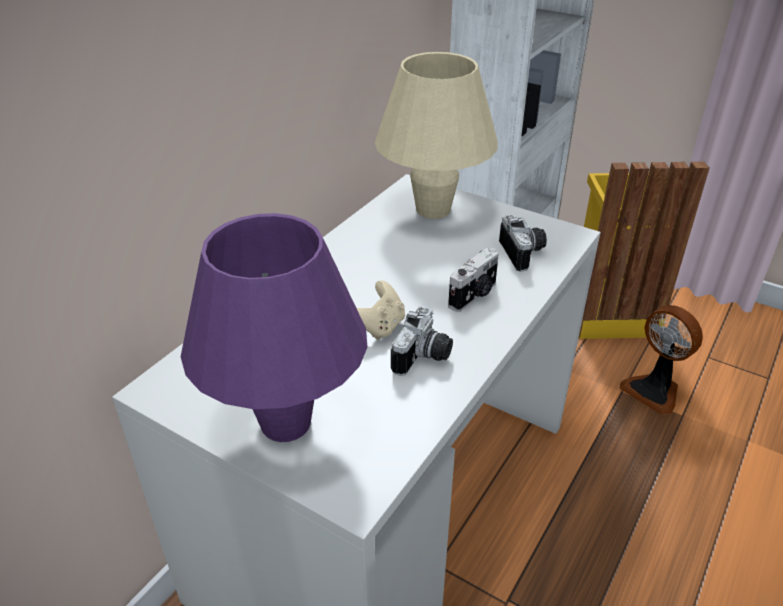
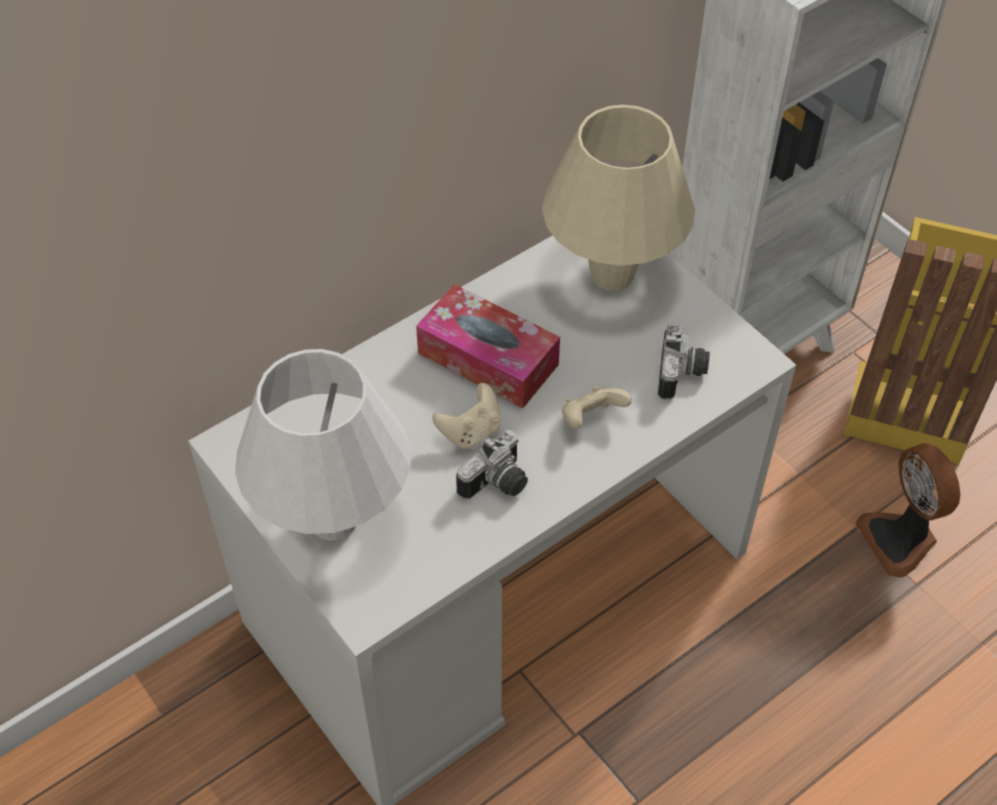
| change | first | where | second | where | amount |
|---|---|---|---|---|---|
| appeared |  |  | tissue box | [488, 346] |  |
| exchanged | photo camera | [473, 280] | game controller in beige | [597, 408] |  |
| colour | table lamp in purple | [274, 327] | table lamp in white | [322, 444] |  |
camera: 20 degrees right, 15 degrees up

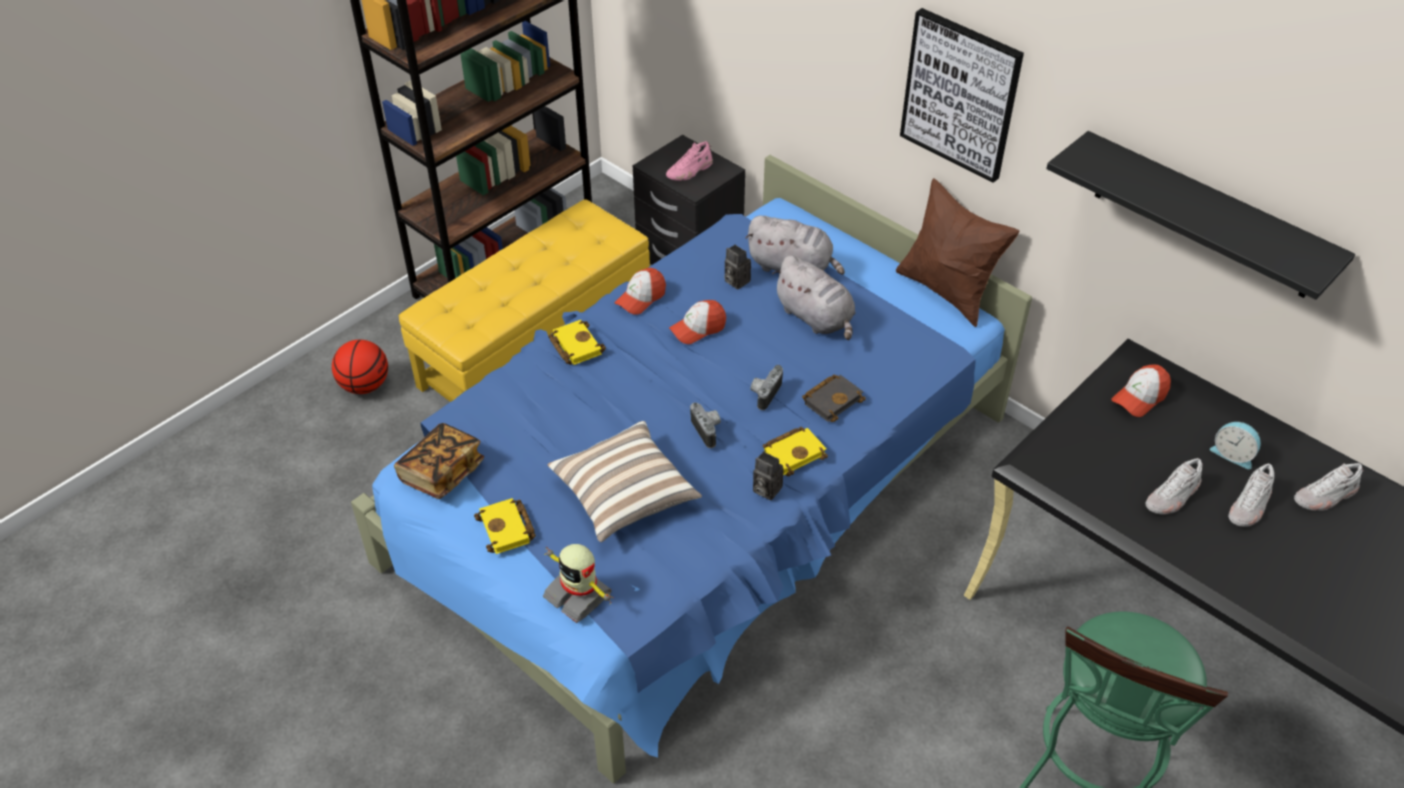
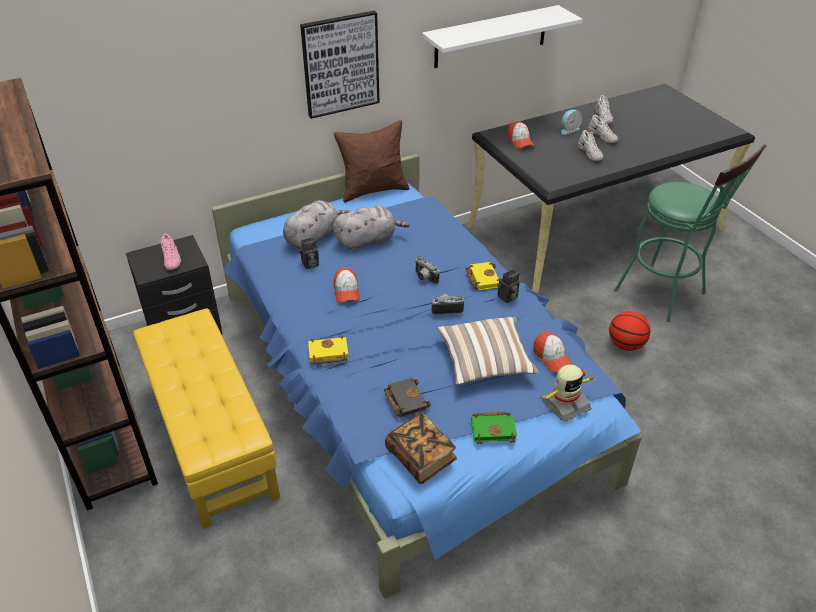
| change | first | where | second | where | amount |
|---|---|---|---|---|---|
| relocated | basketball | [360, 367] |  | [629, 331] |  |
| relocated | cap | [640, 291] |  | [553, 352] |  |
| relocated | book in black | [834, 398] |  | [407, 397] |  |
| colour | book in yellow | [505, 526] | book in green | [494, 428] |  |
| colour | shelf in black | [1200, 215] | shelf in white | [502, 36] |  |
camera: 70 degrees left, 5 degrees down

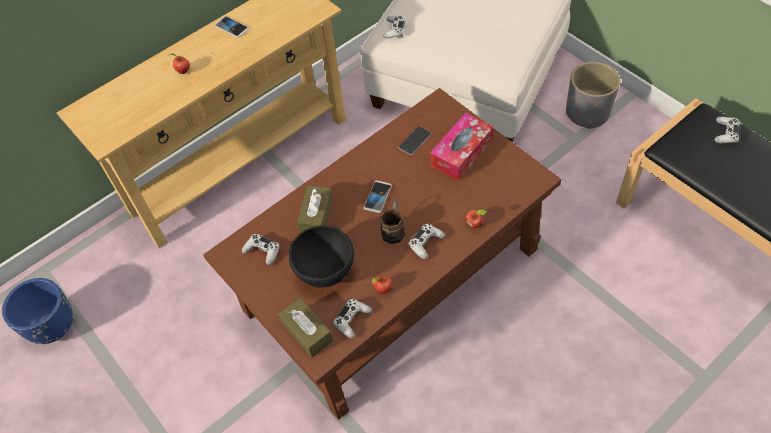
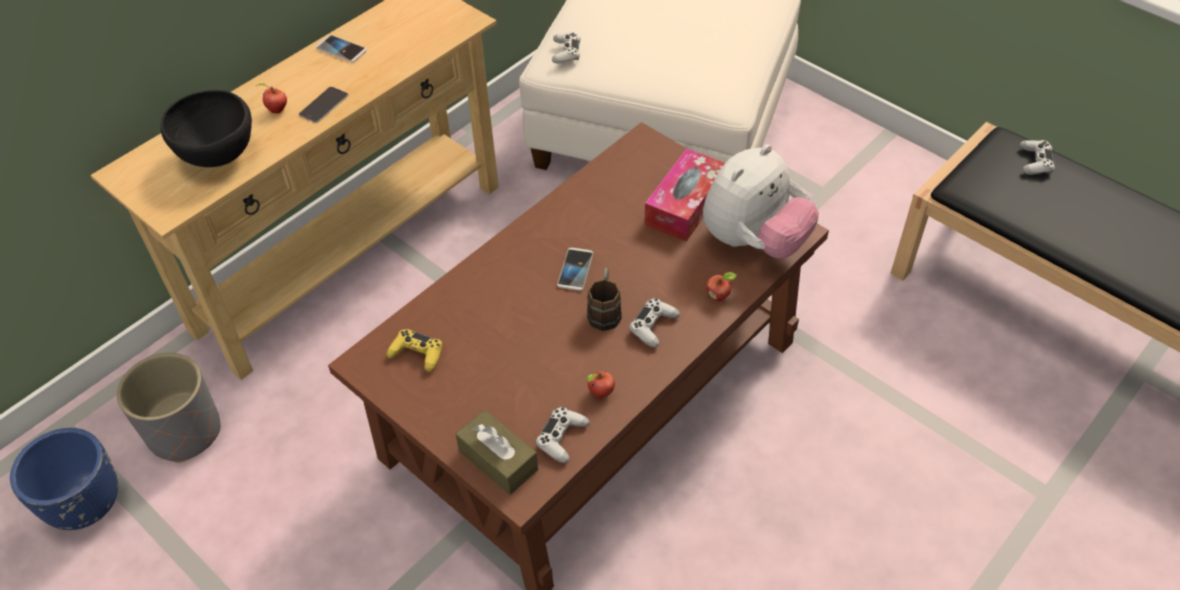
| change | first | where | second | where | amount |
|---|---|---|---|---|---|
| missing | tissue box in brown | [315, 209] |  |  |  |
| appeared |  |  | plush toy | [761, 201] |  |
| relocated | bowl in black | [321, 256] |  | [206, 128] |  |
| relocated | phone | [415, 140] |  | [323, 105] |  |
| relocated | planter in grey | [593, 95] |  | [169, 408] |  |
| colour | game controller in white | [261, 249] | game controller in yellow | [414, 350] |  |
camera: 10 degrees left, 5 degrees down

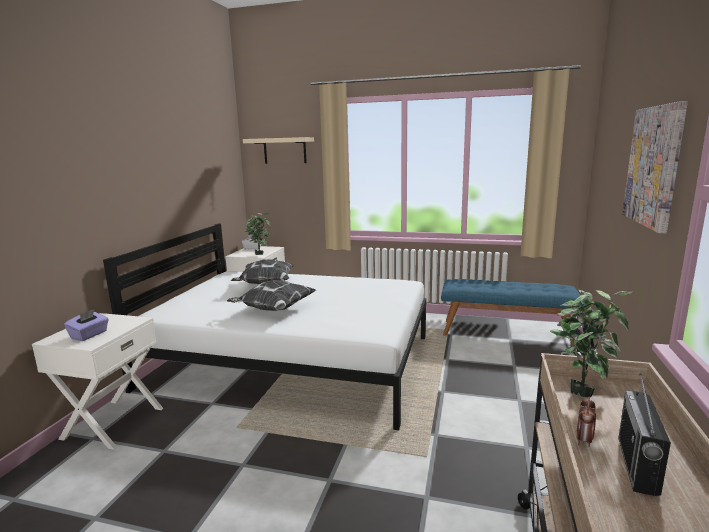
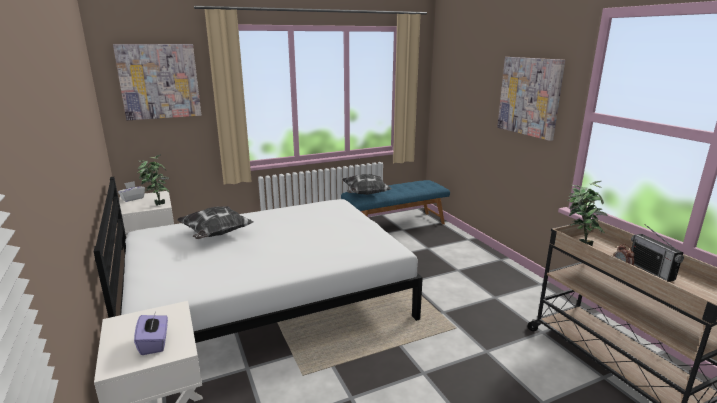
| change | first | where | second | where | amount |
|---|---|---|---|---|---|
| relocated | pillow | [271, 295] |  | [367, 184] |  |
| exchanged | shelf in beige | [278, 150] | picture | [157, 82] |  |
camera: 40 degrees left, 5 degrees up

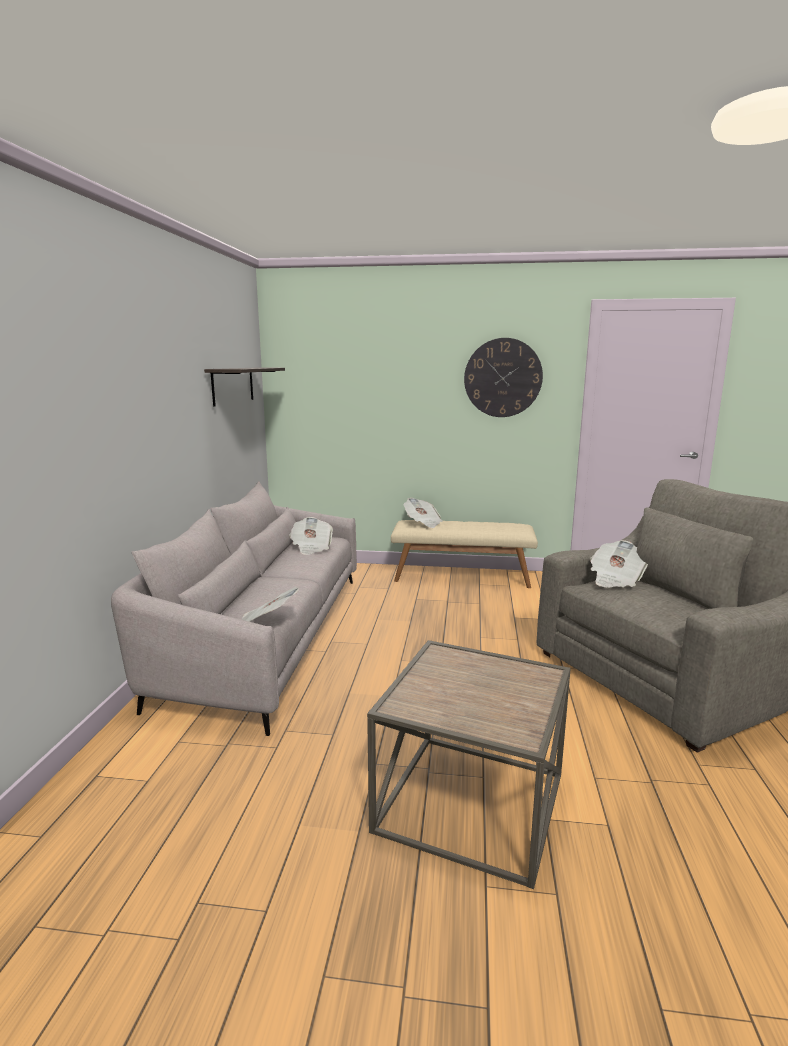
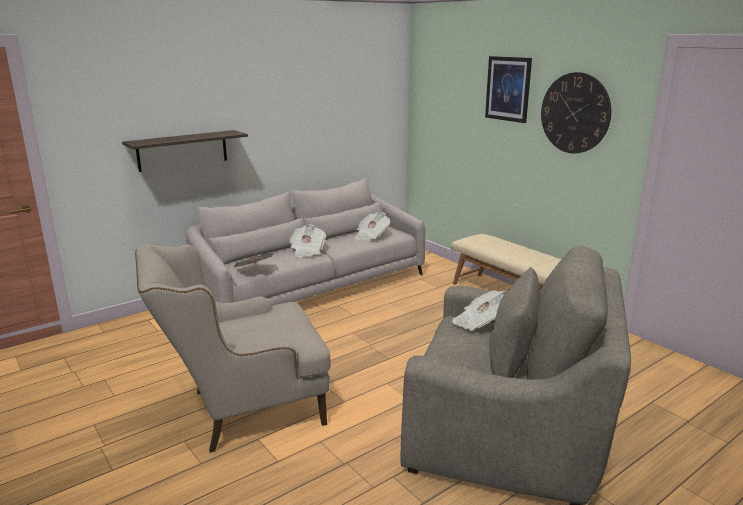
| change | first | where | second | where | amount |
|---|---|---|---|---|---|
| appeared |  |  | picture | [508, 89] |  |
| relocated | shelf | [244, 387] |  | [185, 151] |  |
| relocated | newspaper | [423, 513] |  | [307, 241] |  |
| exchanged | side table in brown | [469, 764] | armchair in beige | [232, 348] |  |
camera: 45 degrees right, 5 degrees up

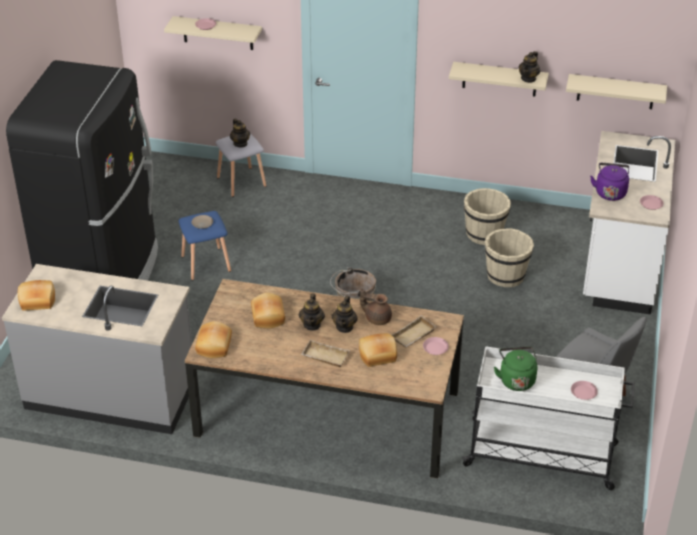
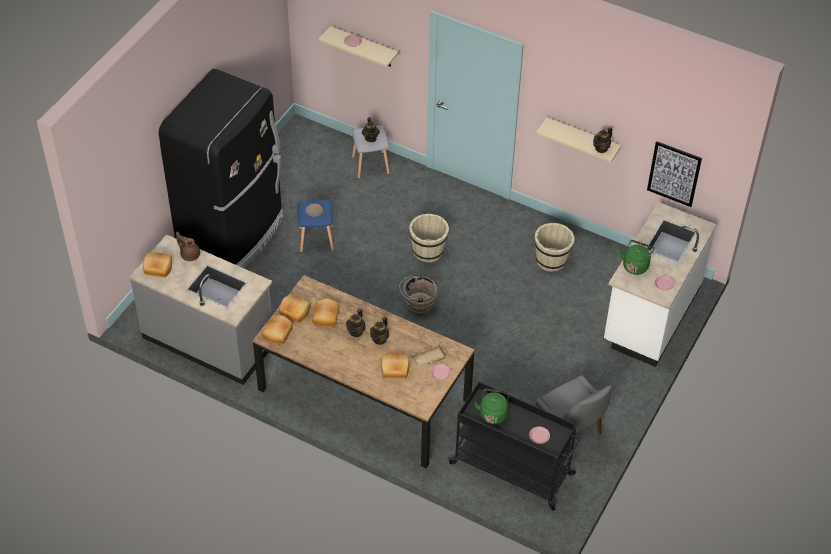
| change | first | where | second | where | amount |
|---|---|---|---|---|---|
| missing | tray in beige | [325, 353] |  |  |  |
| appeared |  |  | bread | [295, 308] |  |
| relocated | teapot in brown | [376, 307] |  | [188, 246] |  |
| relocated | bucket in beige | [509, 257] |  | [429, 238] |  |
| exchanged | shelf in beige | [616, 91] | picture | [674, 174] |  |
| colour | cart in white | [548, 418] | cart in black | [514, 446] |  |
| colour | kettle in purple | [609, 182] | kettle in green | [636, 257] |  |
camera: 15 degrees right, 10 degrees up

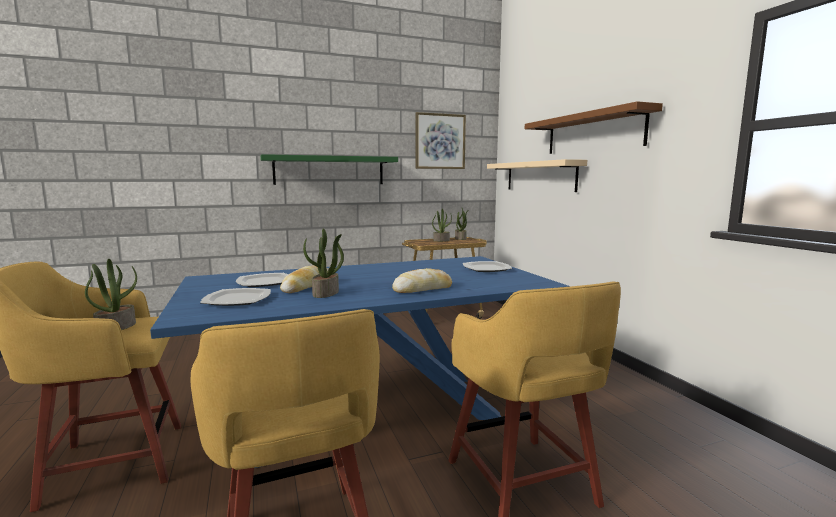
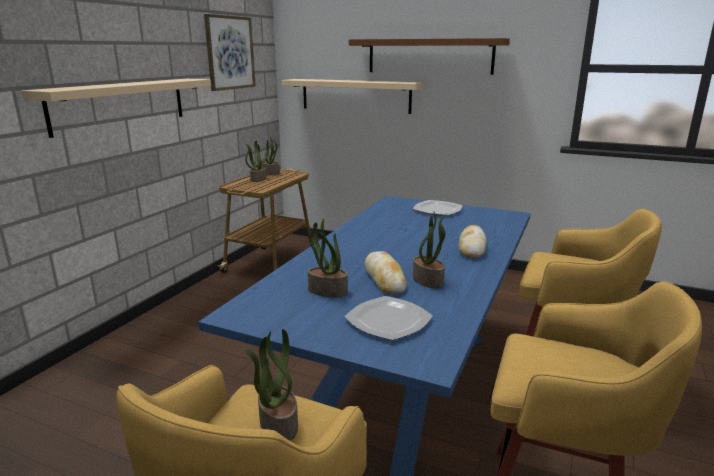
| change | first | where | second | where | amount |
|---|---|---|---|---|---|
| exchanged | plate | [262, 280] | potted plant | [328, 258] |  |
| colour | shelf in green | [329, 169] | shelf in beige | [116, 108] |  |
camera: 45 degrees left, 10 degrees up

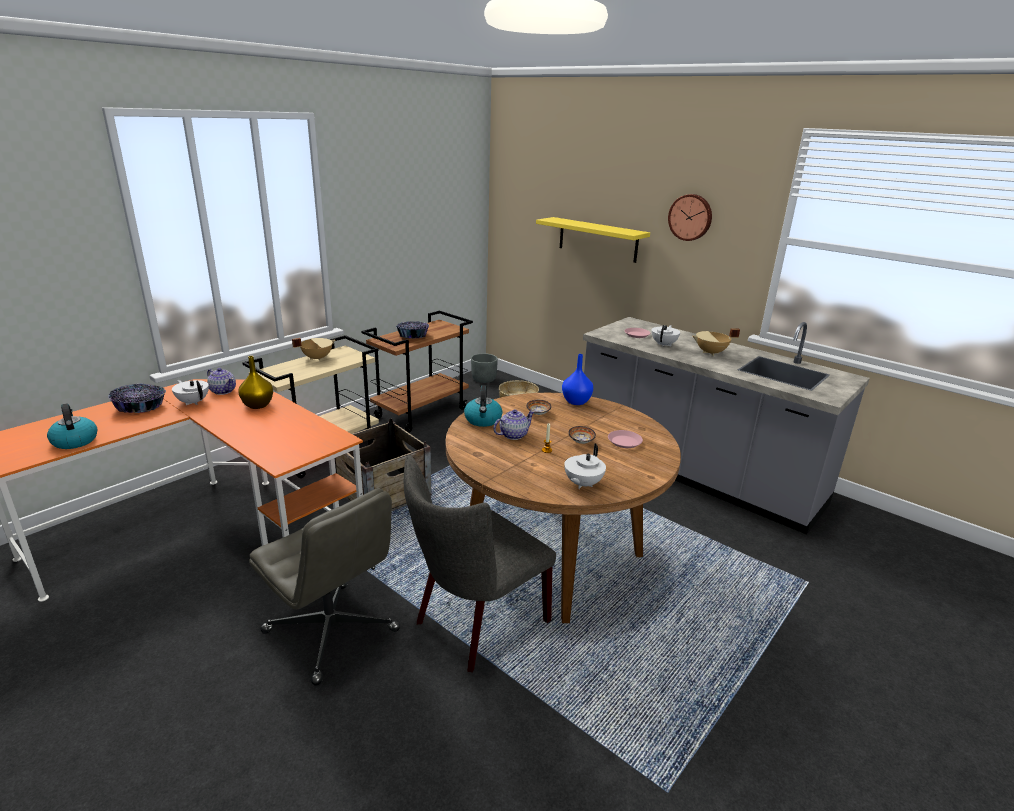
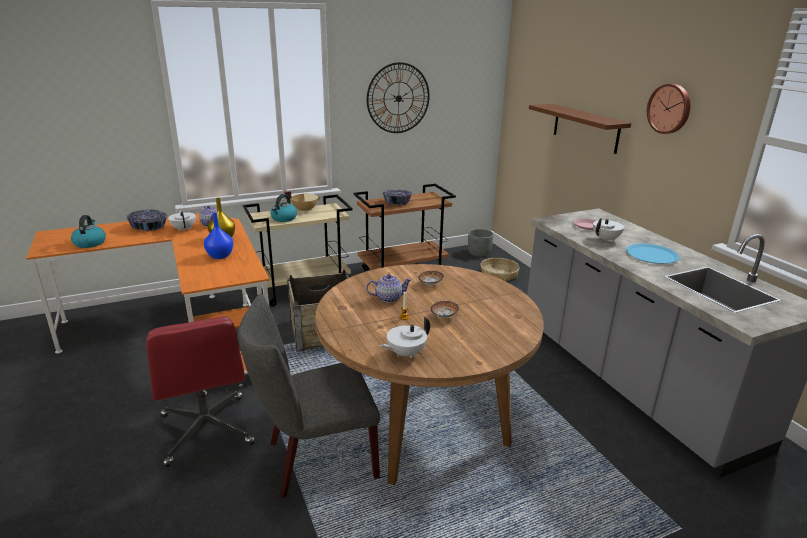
| change | first | where | second | where | amount |
|---|---|---|---|---|---|
| missing | plate in pink | [625, 439] |  |  |  |
| appeared |  |  | wall clock | [398, 97] |  |
| relocated | kettle | [483, 406] |  | [283, 208] |  |
| relocated | vase in blue | [577, 379] |  | [218, 236] |  |
| exchanged | cooking pot in beige | [716, 342] | plate in blue | [653, 253] |  |
| colour | office chair in grey | [324, 587] | office chair in red | [200, 391] |  |
| colour | shelf in yellow | [593, 240] | shelf in brown | [580, 129] |  |
camera: 25 degrees right, 0 degrees up

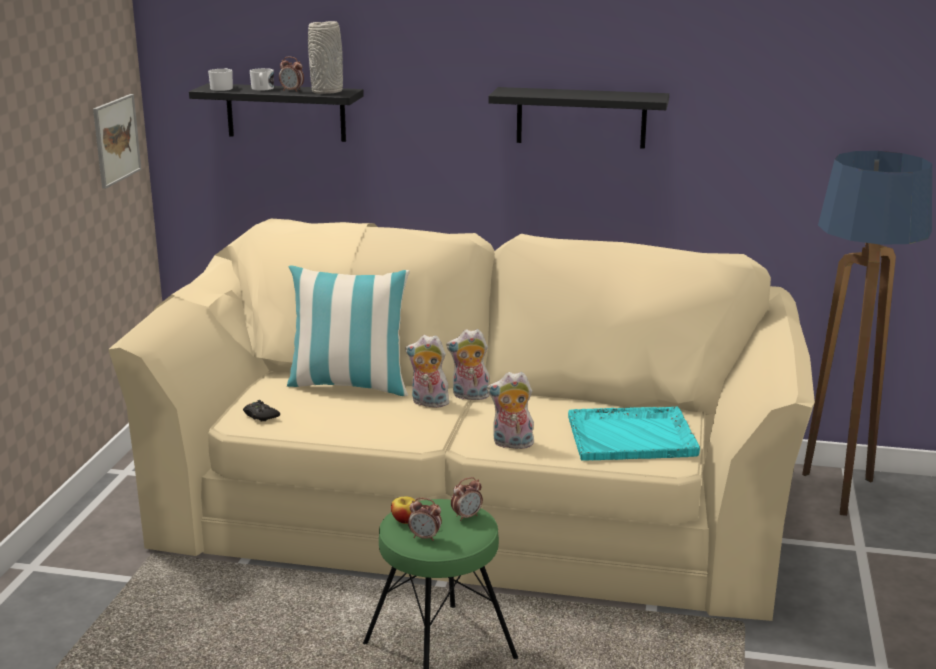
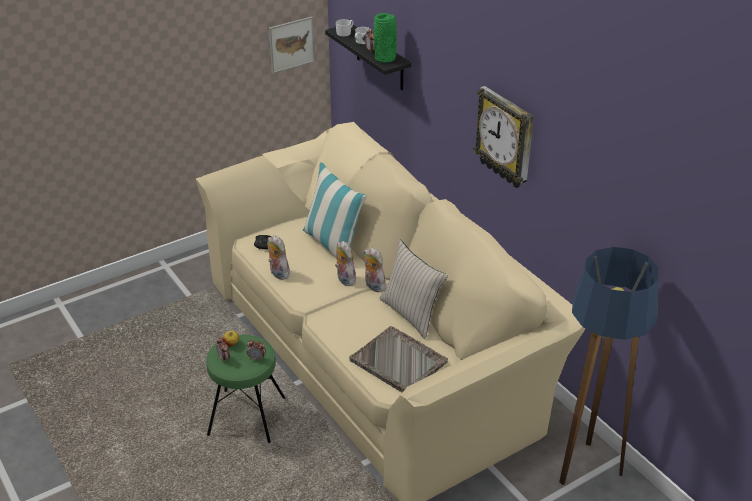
| change | first | where | second | where | amount |
|---|---|---|---|---|---|
| appeared |  |  | pillow in beige | [413, 289] |  |
| relocated | plush toy | [512, 410] |  | [279, 257] |  |
| exchanged | shelf in black | [578, 118] | wall clock | [504, 137] |  |
| colour | vase in grey | [325, 57] | vase in green | [385, 38] |  |
| colour | tray in turquoise | [634, 434] | tray in grey | [398, 359] |  |
camera: 45 degrees right, 15 degrees up

